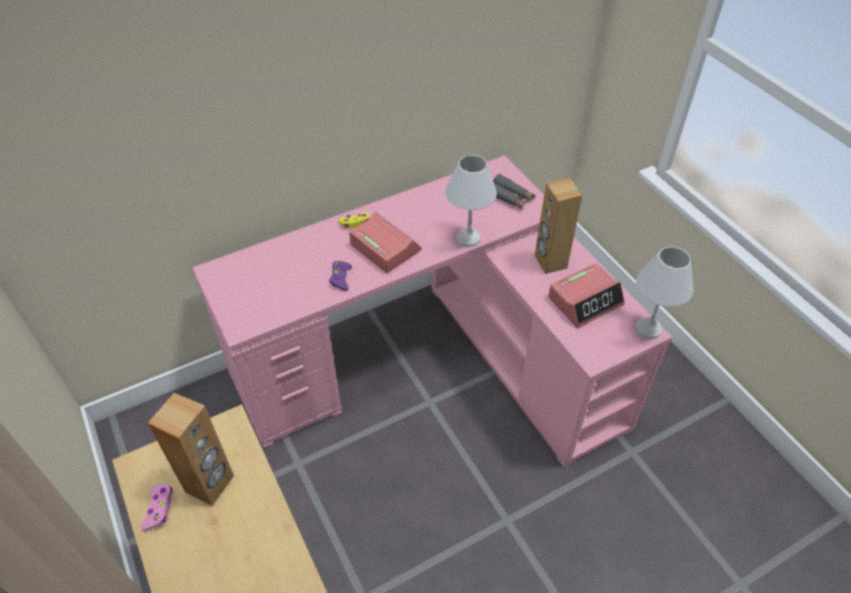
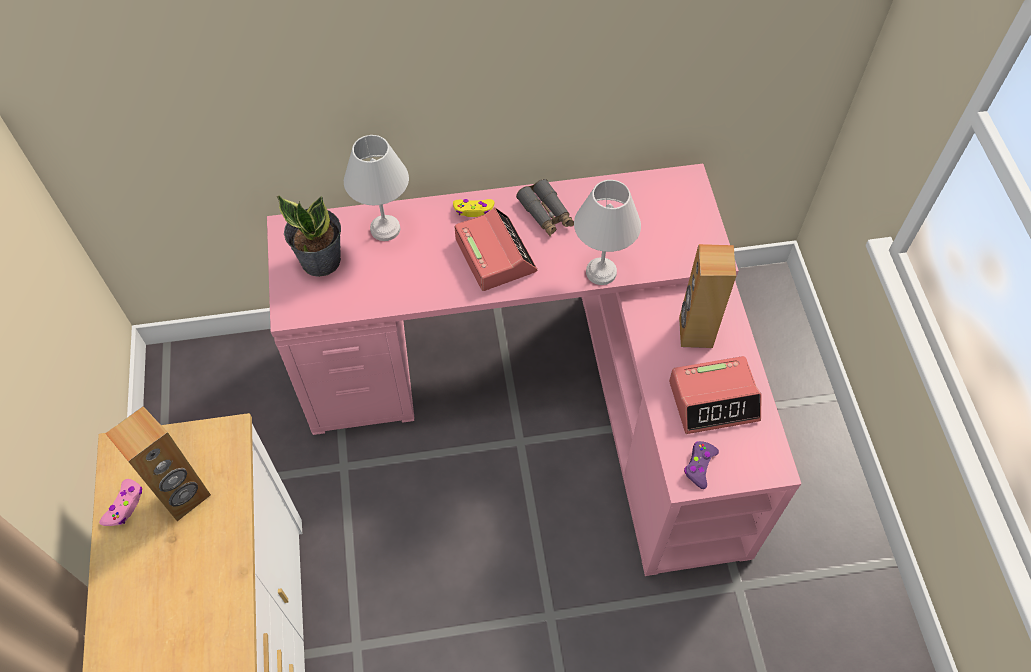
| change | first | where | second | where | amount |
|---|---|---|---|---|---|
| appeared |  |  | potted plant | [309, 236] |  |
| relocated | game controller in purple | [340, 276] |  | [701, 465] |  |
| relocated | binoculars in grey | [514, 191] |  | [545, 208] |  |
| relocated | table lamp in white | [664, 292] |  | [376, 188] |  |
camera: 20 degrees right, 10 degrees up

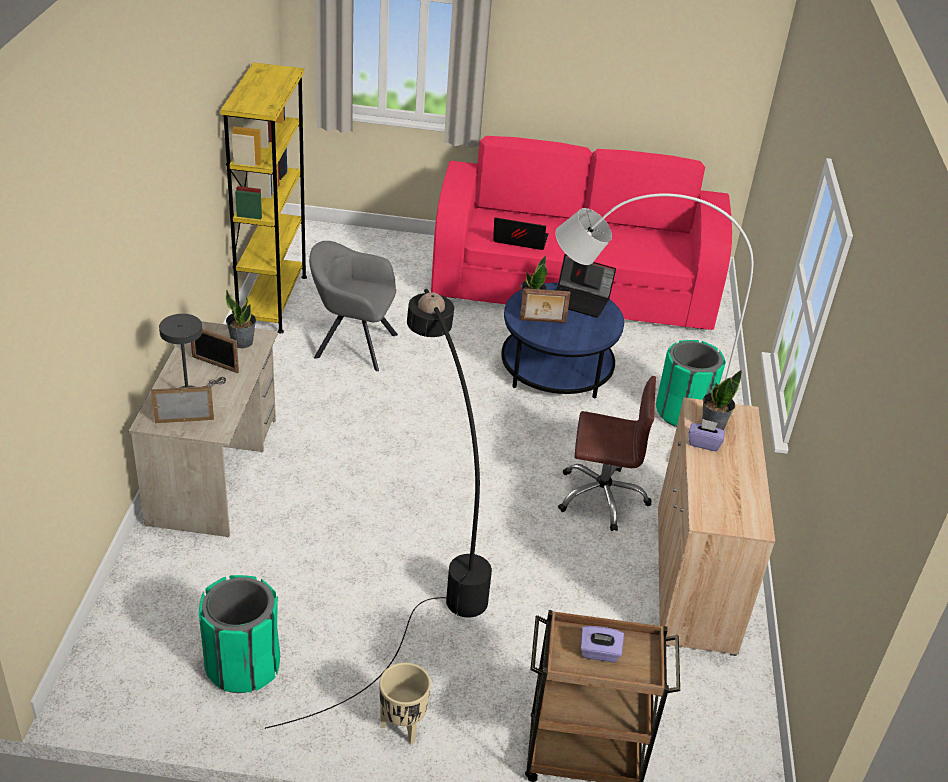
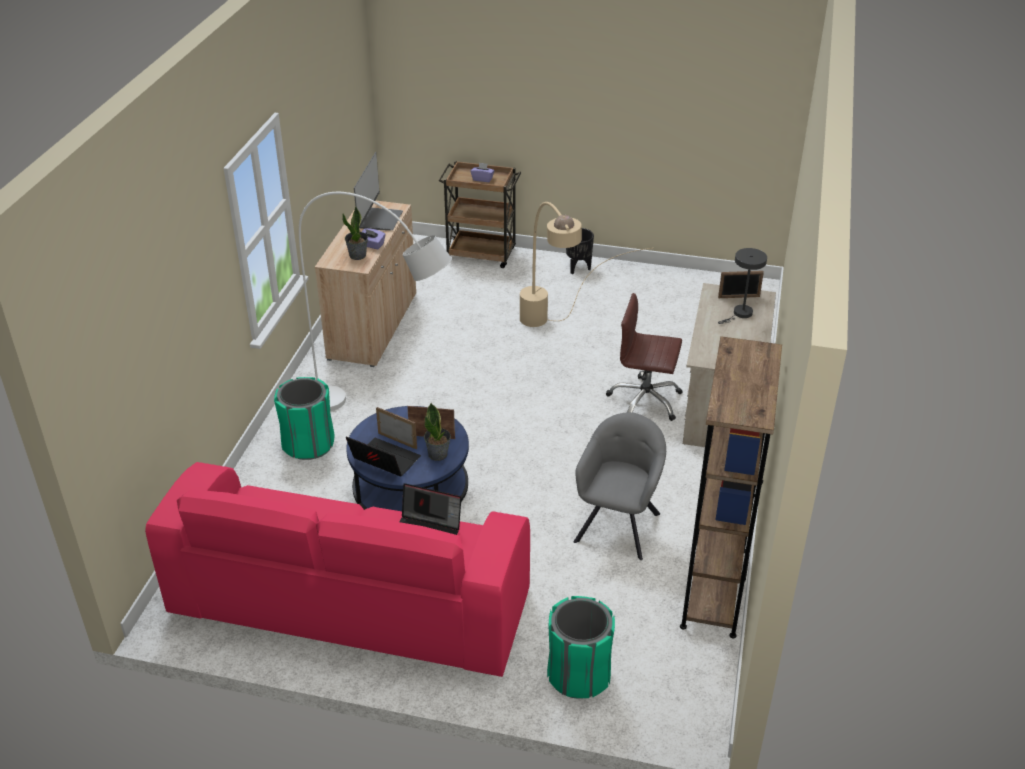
| change | first | where | second | where | amount |
|---|---|---|---|---|---|
| missing | potted plant | [240, 319] |  |  |  |
| appeared |  |  | monitor | [378, 191] |  |
| relocated | picture frame | [215, 351] |  | [396, 428] |  |
| relocated | trash can in green | [239, 634] |  | [581, 647] |  |
| relocated | office chair in brown | [607, 453] |  | [644, 357] |  |
| colour | bookcase in yellow | [263, 197] | bookcase in brown | [731, 487] |  |
| colour | floor lamp in black | [378, 509] | floor lamp in beige | [586, 264] |  |
| colour | planter in beige | [405, 703] | planter in black | [580, 251] |  |
| spun | armchair in grey | [353, 306] |  | [620, 486] | 90 degrees counterclockwise |
camera: 170 degrees left, 0 degrees up

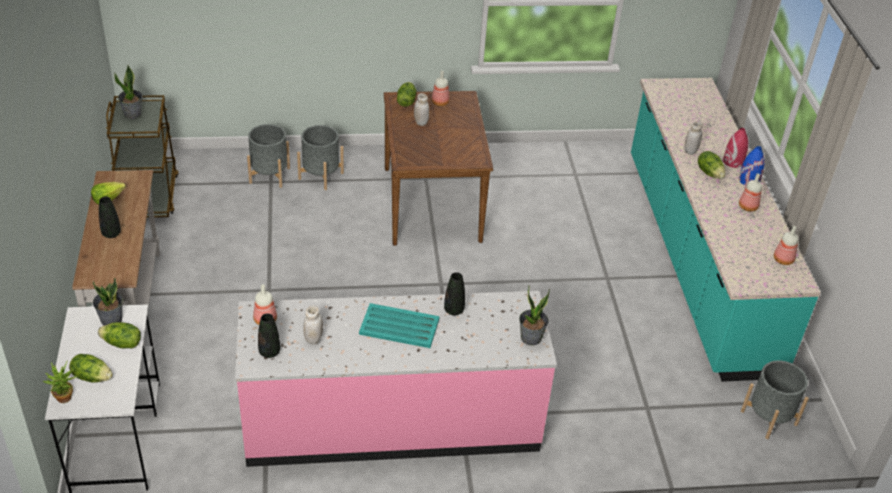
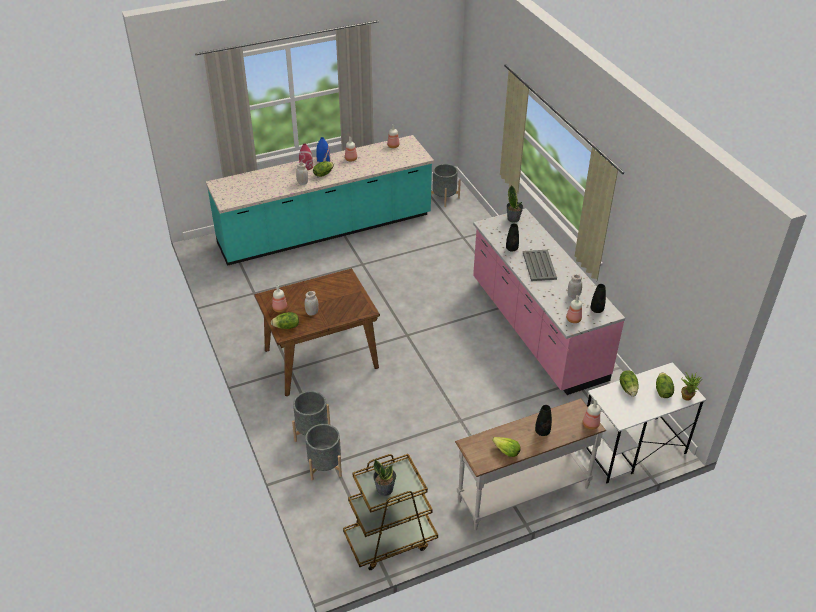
| change | first | where | second | where | amount |
|---|---|---|---|---|---|
| missing | potted plant | [108, 302] |  |  |  |
| appeared |  |  | bottle | [591, 415] |  |
| colour | tray in turquoise | [399, 325] | tray in grey | [540, 265] |  |
camera: 105 degrees left, 0 degrees up

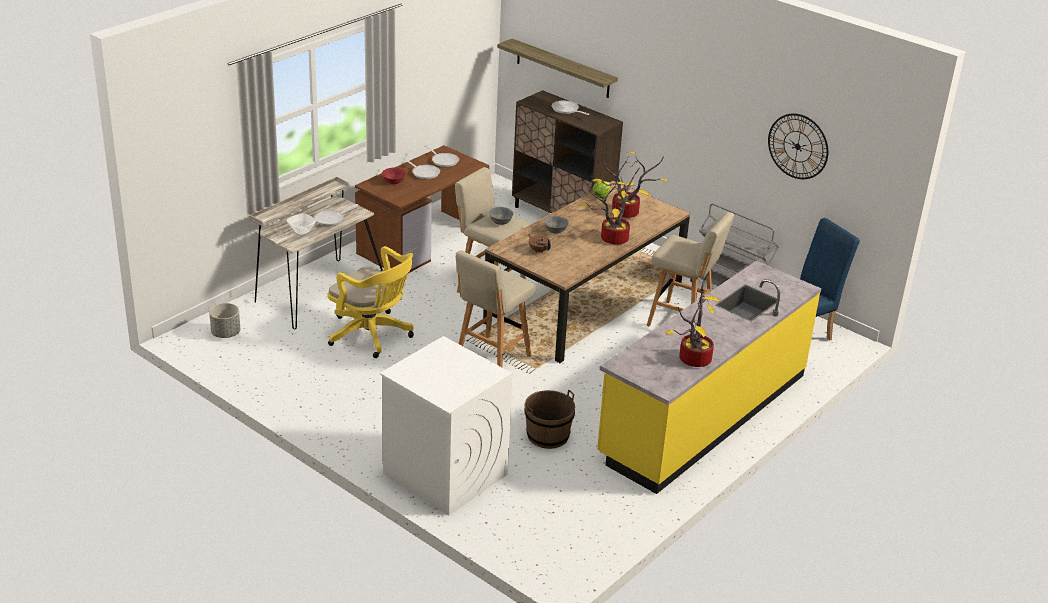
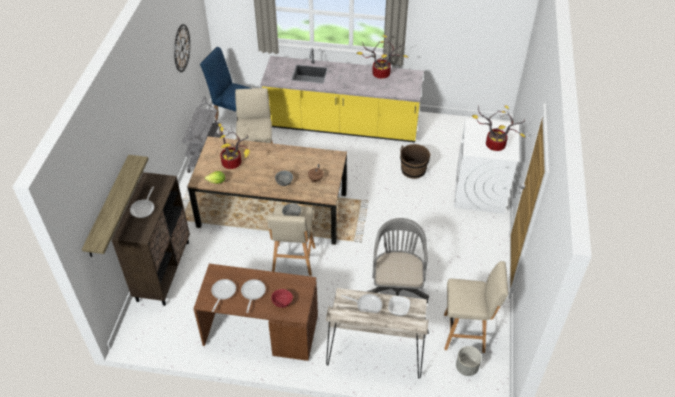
| change | first | where | second | where | amount |
|---|---|---|---|---|---|
| relocated | stool in beige | [496, 308] |  | [476, 307] |  |
| relocated | potted plant | [614, 205] |  | [498, 128] |  |
| colour | office chair in yellow | [370, 302] | office chair in grey | [397, 260] |  |
camera: 120 degrees left, 15 degrees up

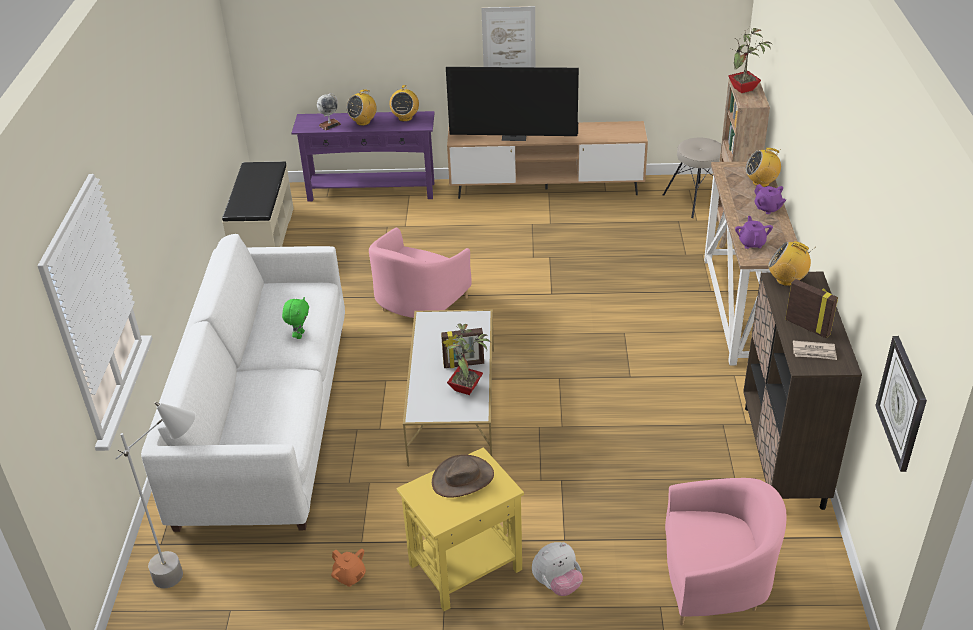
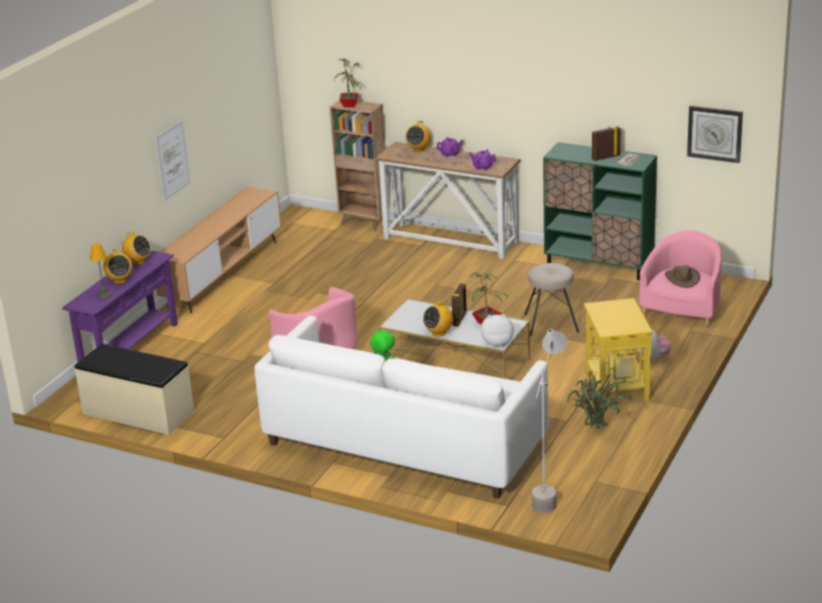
| change | first | where | second | where | amount |
|---|---|---|---|---|---|
| missing | television | [512, 104] |  |  |  |
| appeared |  |  | plush toy | [497, 331] |  |
| relocated | hat in brown | [463, 476] |  | [682, 276] |  |
| relocated | stool in beige | [692, 178] |  | [551, 299] |  |
| relocated | radio | [790, 263] |  | [438, 318] |  |
| exchanged | globe | [329, 112] | table lamp | [101, 271] |  |
| exchanged | teapot in orange | [348, 568] | potted plant | [599, 398] |  |
| colour | cabinet in brown | [802, 391] | cabinet in green | [600, 211] |  |
camera: 65 degrees left, 10 degrees down

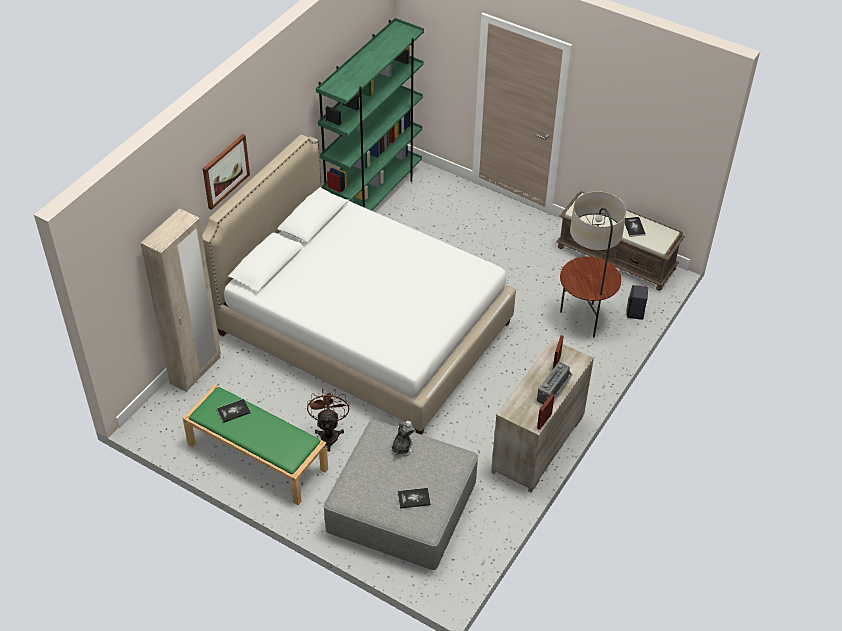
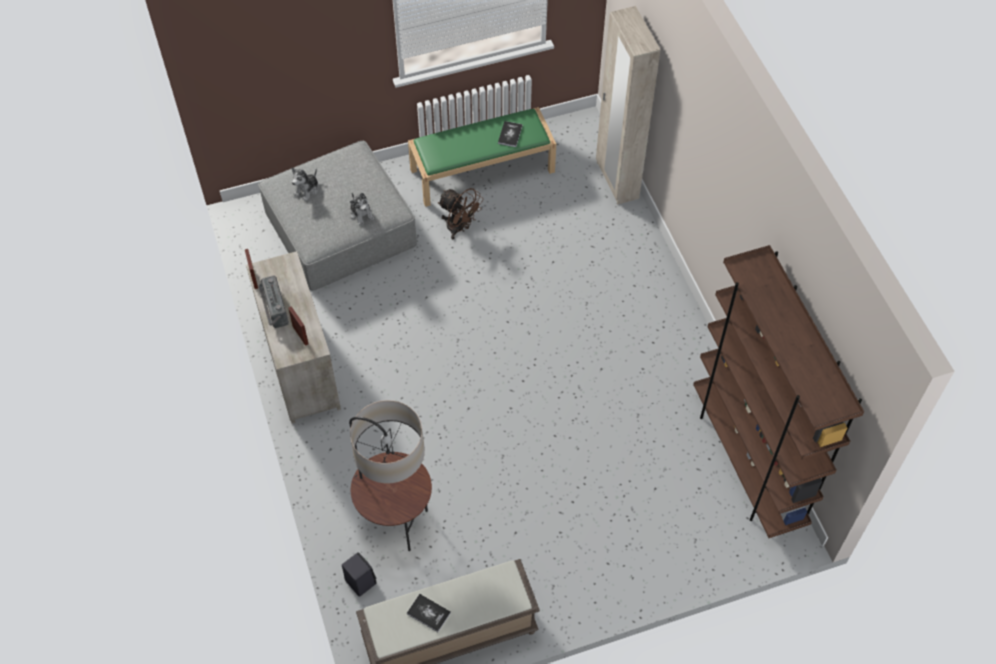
| change | first | where | second | where | amount |
|---|---|---|---|---|---|
| missing | bed in white | [359, 284] |  |  |  |
| missing | picture | [226, 172] |  |  |  |
| exchanged | book | [414, 498] | plush toy | [305, 184] |  |
| colour | bookcase in green | [370, 114] | bookcase in brown | [778, 391] |  |
camera: 130 degrees right, 10 degrees up

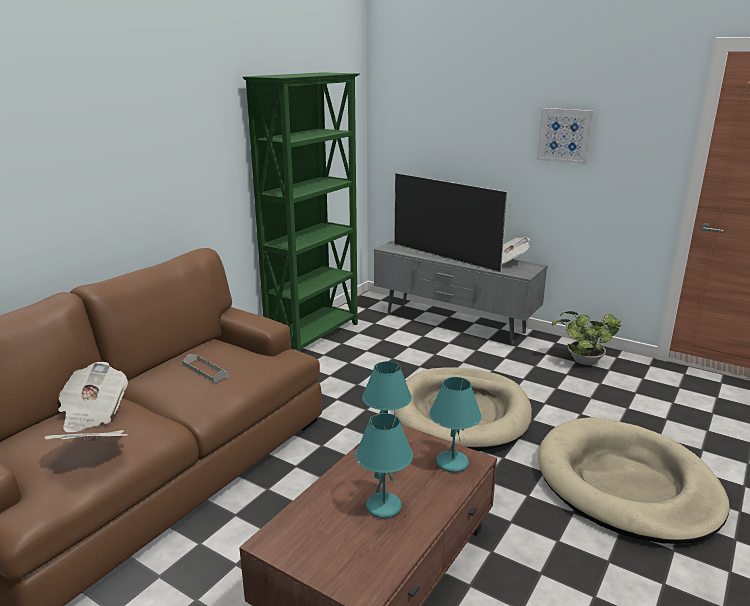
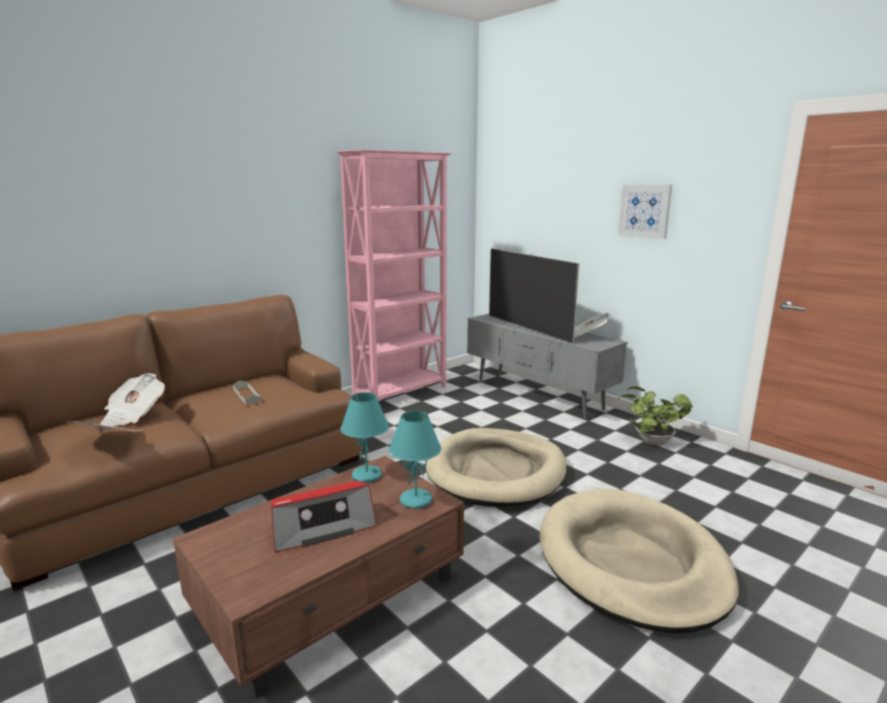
| change | first | where | second | where | amount |
|---|---|---|---|---|---|
| exchanged | table lamp in turquoise | [384, 465] | radio | [324, 516] |  |
| colour | bookcase in green | [301, 212] | bookcase in pink | [394, 275] |  |
camera: 15 degrees right, 5 degrees down

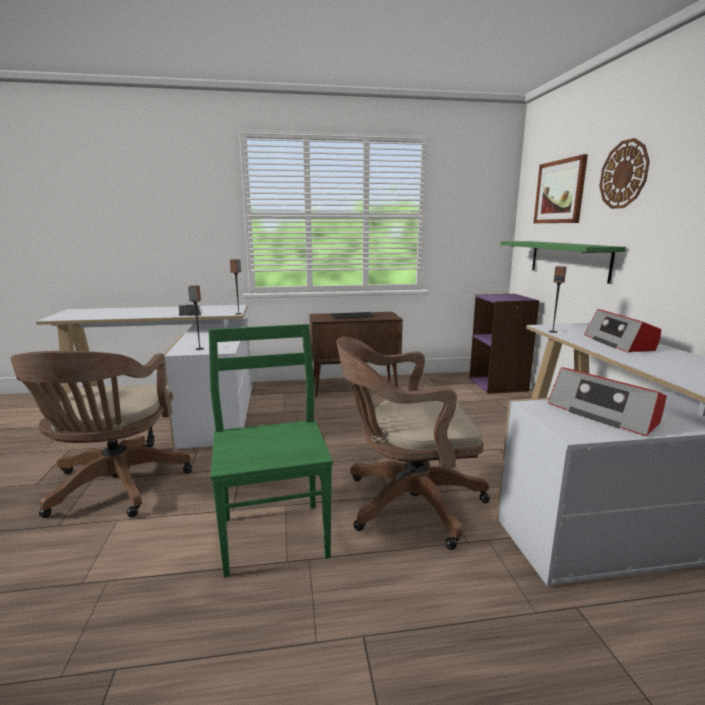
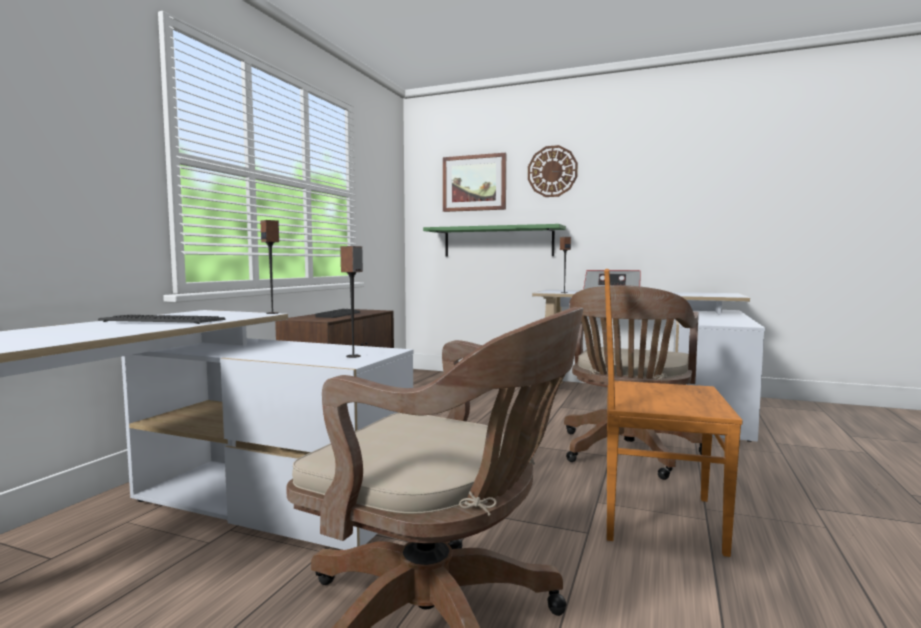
| change | first | where | second | where | amount |
|---|---|---|---|---|---|
| missing | bookcase in purple | [504, 344] |  |  |  |
| missing | radio | [607, 401] |  |  |  |
| colour | chair in green | [271, 450] | chair in brown | [673, 413] |  |
camera: 60 degrees left, 10 degrees down

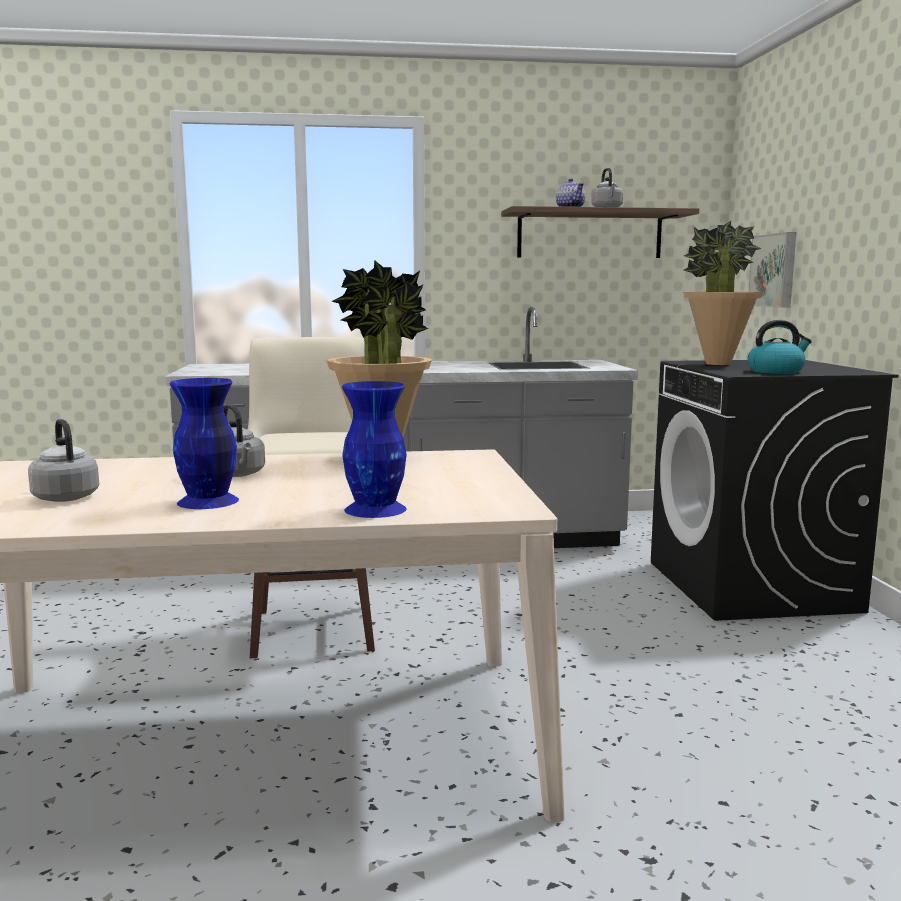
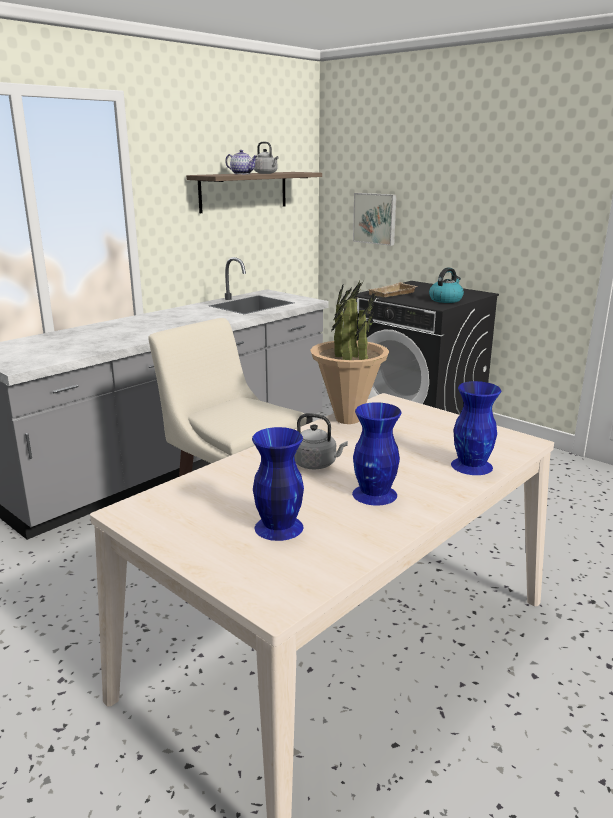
| change | first | where | second | where | amount |
|---|---|---|---|---|---|
| exchanged | kettle in grey | [63, 460] | vase in blue | [278, 484] |  |
| exchanged | potted plant | [723, 293] | tray in beige | [393, 289] |  |
camera: 40 degrees left, 10 degrees up

